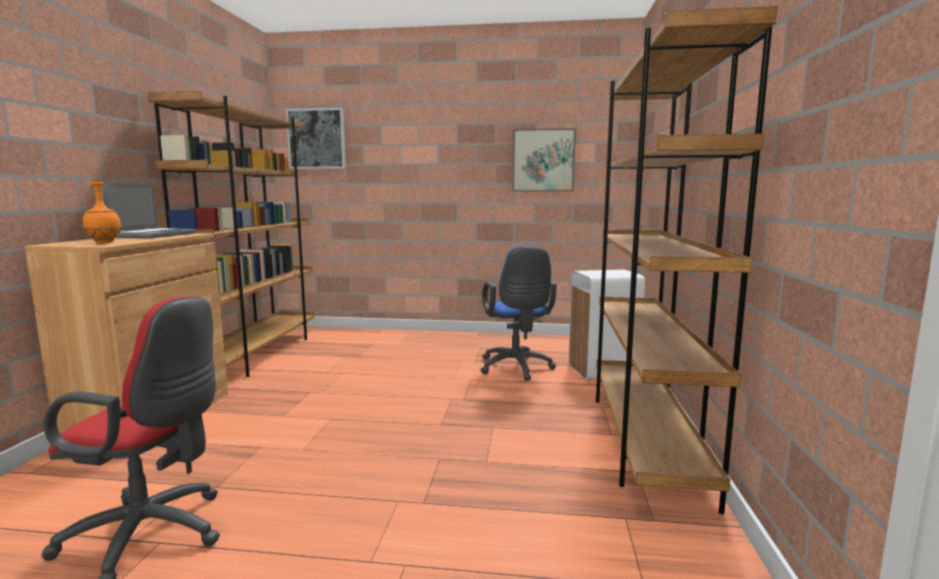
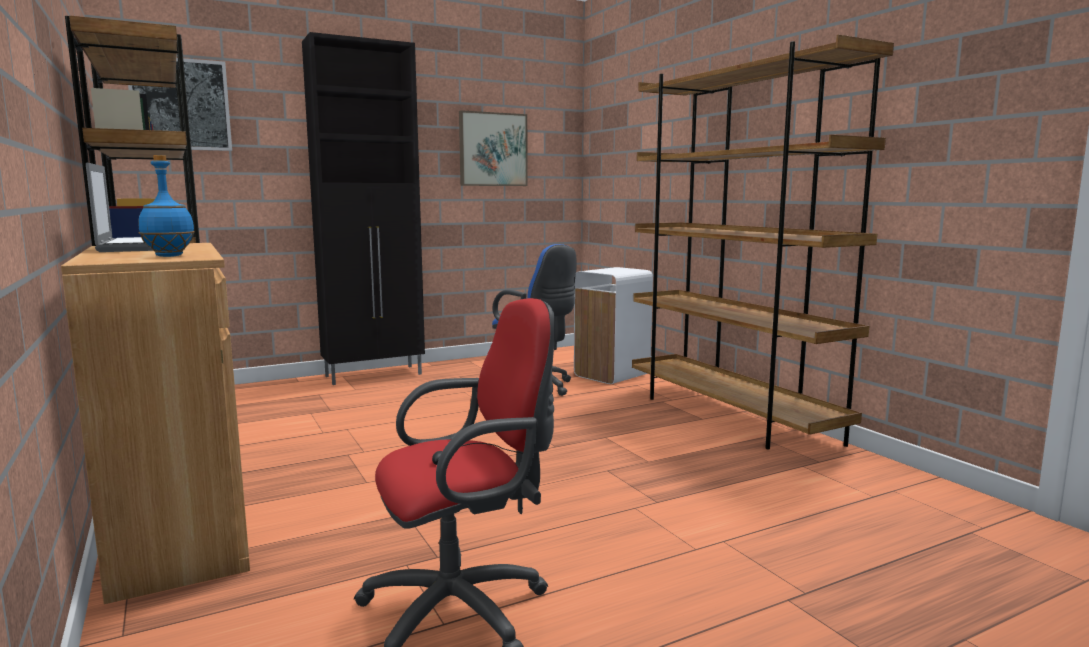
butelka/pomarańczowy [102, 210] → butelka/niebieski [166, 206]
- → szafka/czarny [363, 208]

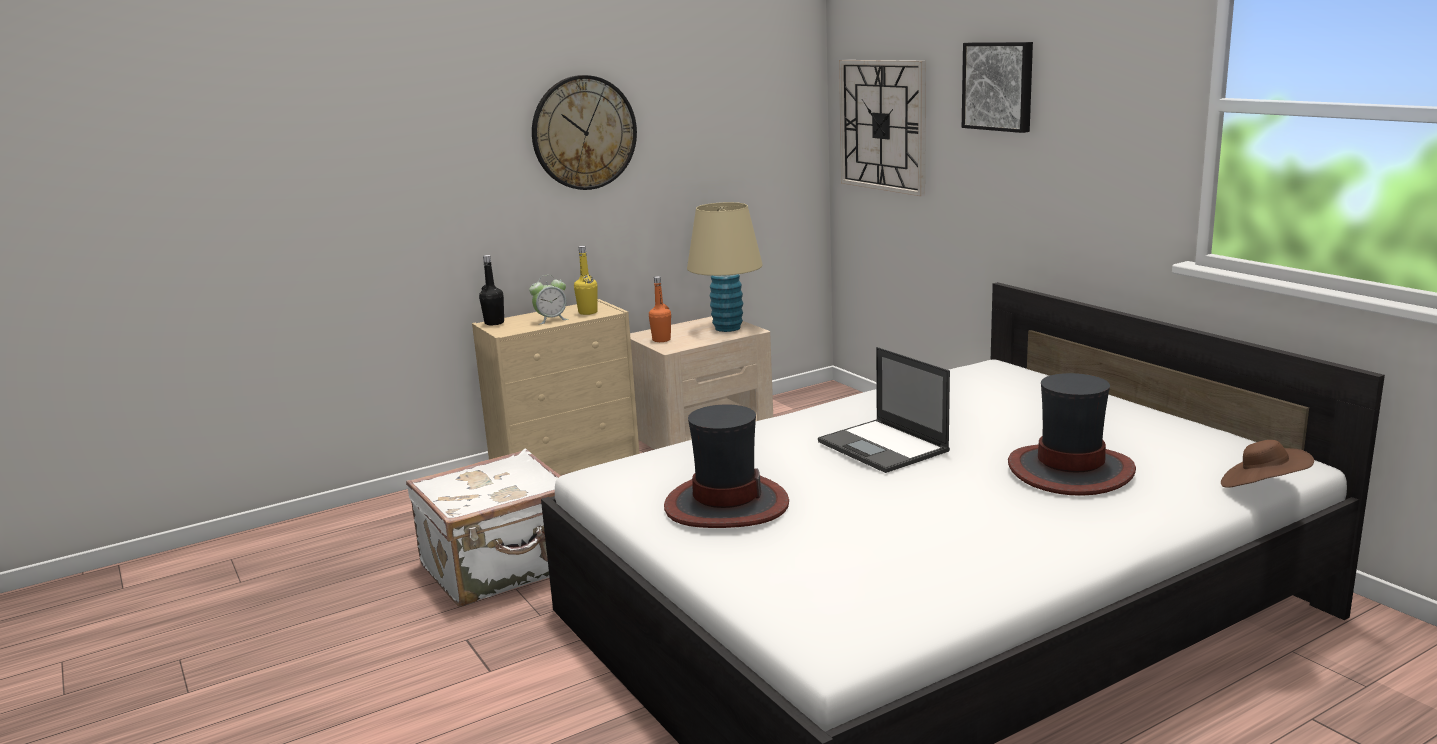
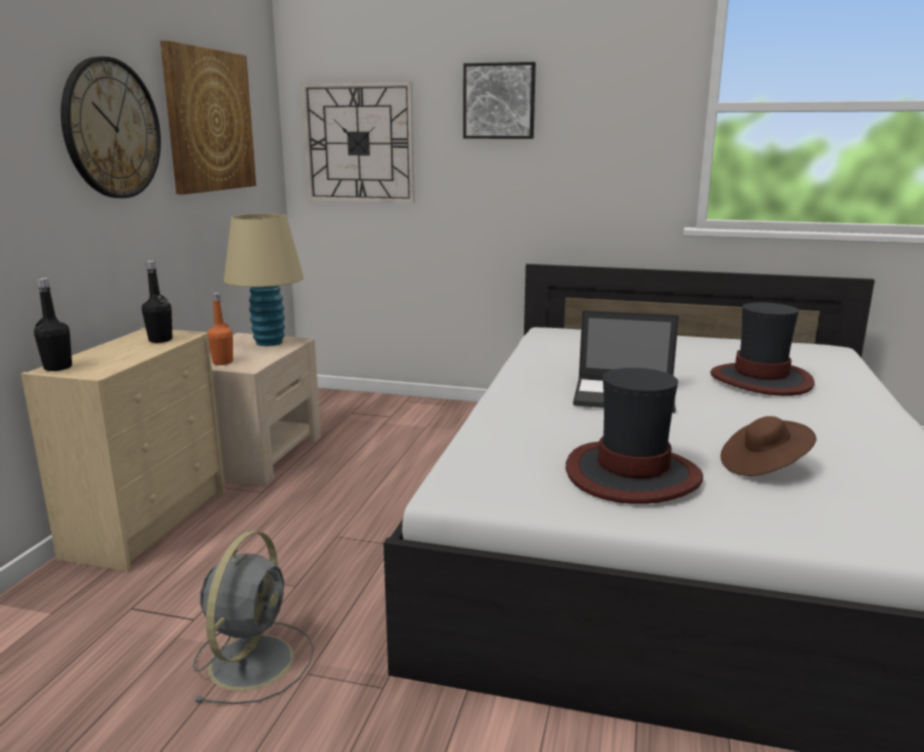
walizka/biały [483, 528] → wentylator/szary [253, 617]
budzik [549, 299] → -
butelka/żółty [586, 280] → butelka/czarny [157, 302]
kapelusz/brązowy [1267, 464] → kapelusz/brązowy [768, 446], moved
- → obraz [208, 117]

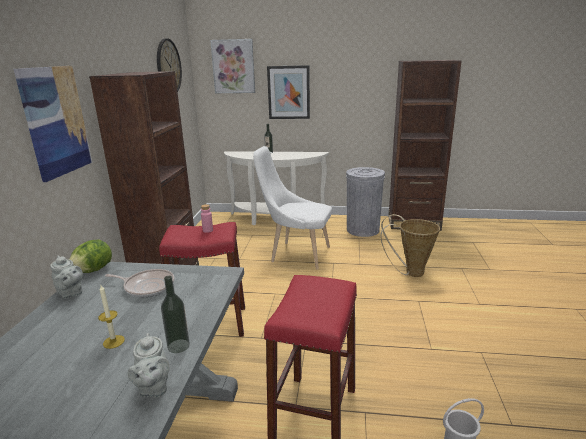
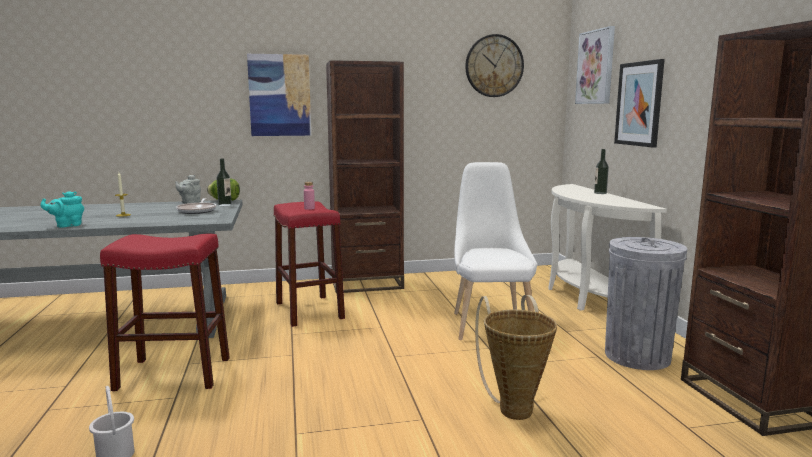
imbryk/szary [149, 365] → imbryk/turkusowy [62, 209]
butelka [175, 314] → butelka [224, 182], moved

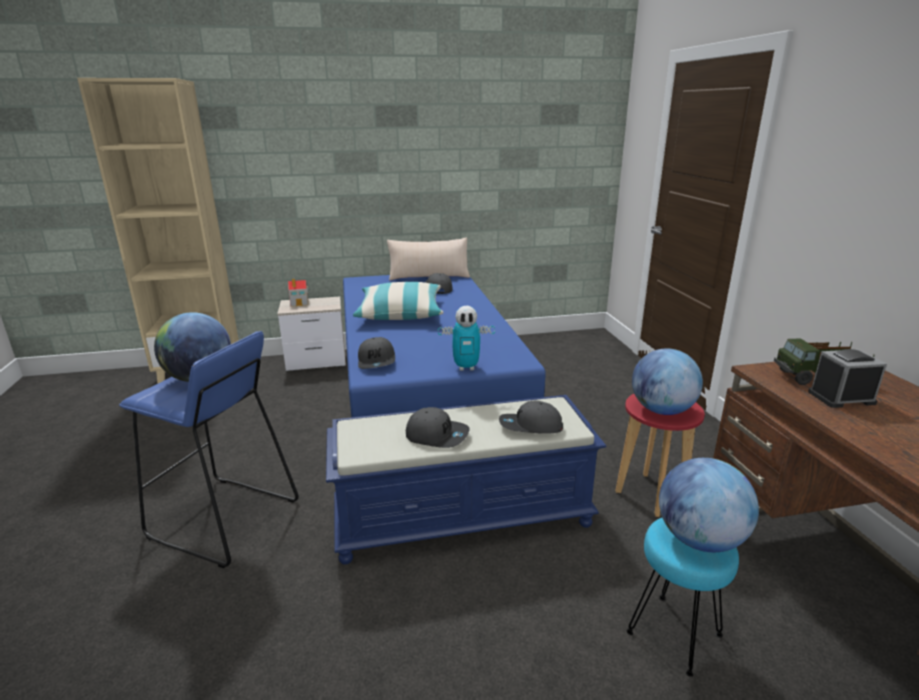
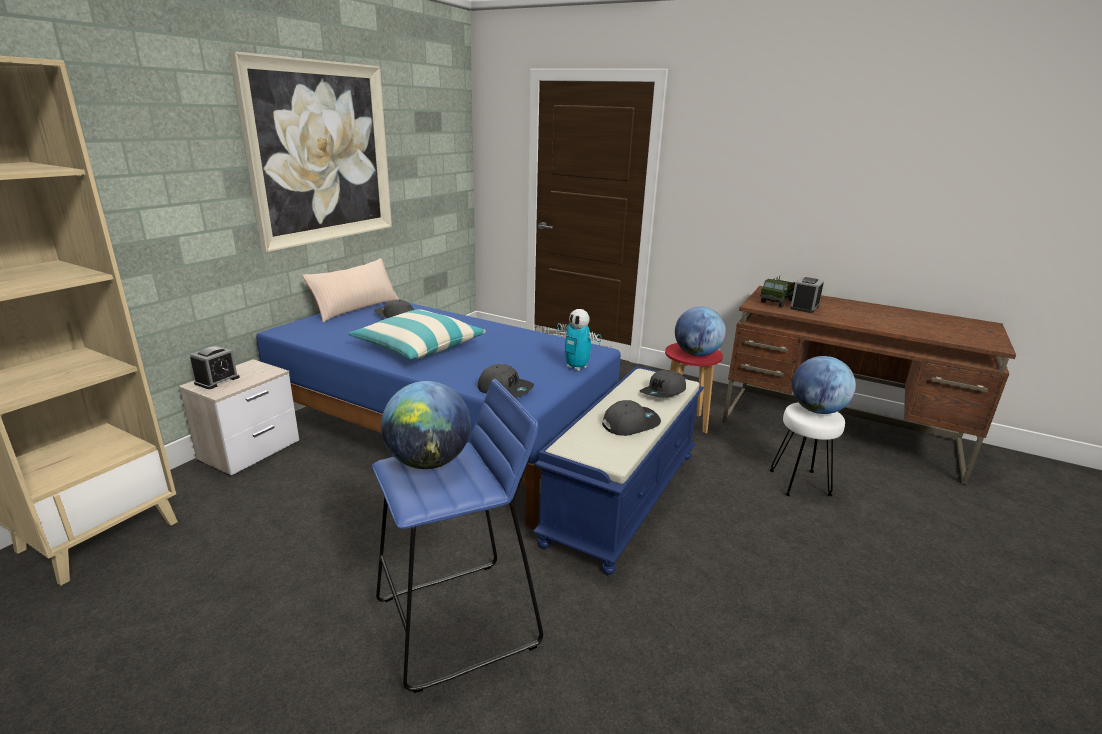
domek [298, 293] → budzik [215, 367]
robot zabawkowy [466, 338] → robot zabawkowy [579, 340], 90 degrees clockwise
stołek/turkusowy [683, 597] → stołek/biały [807, 449]
- → obraz [311, 151]

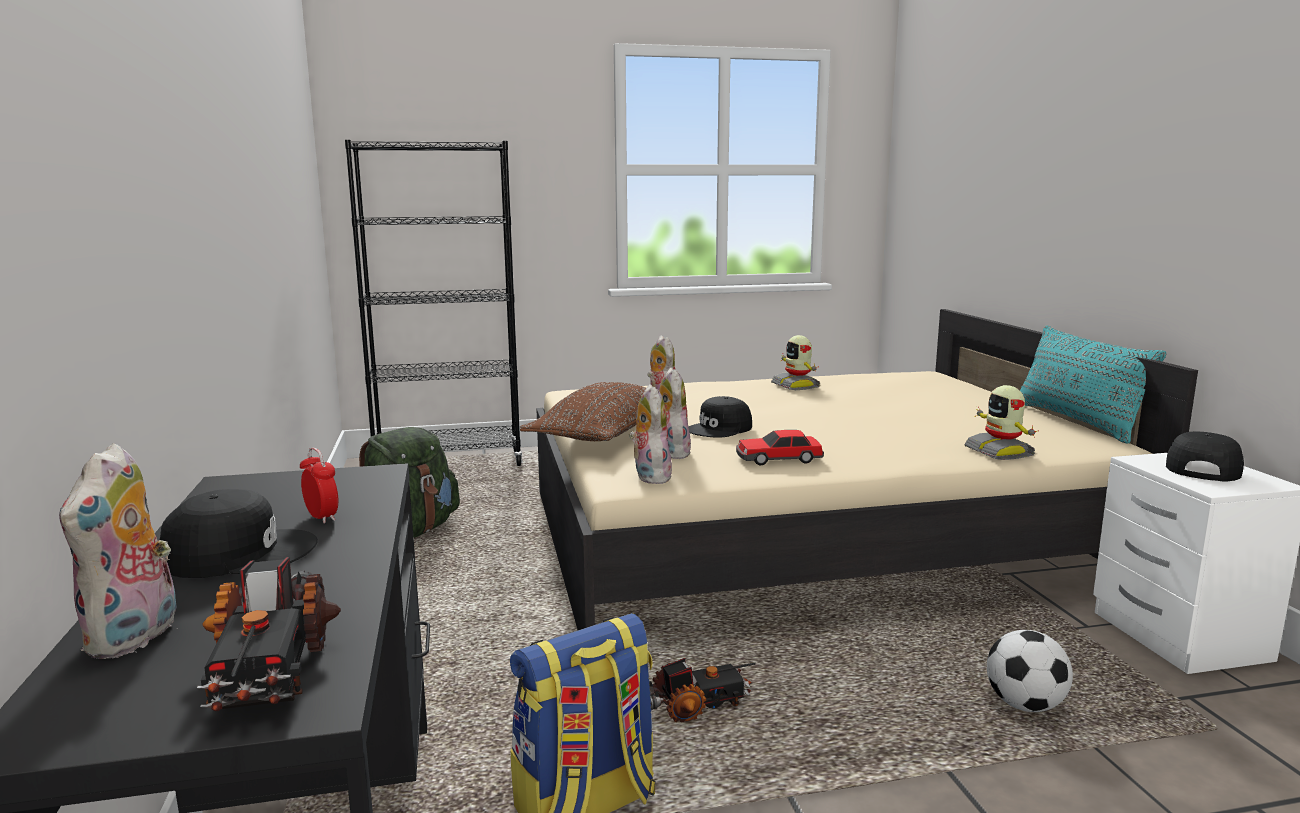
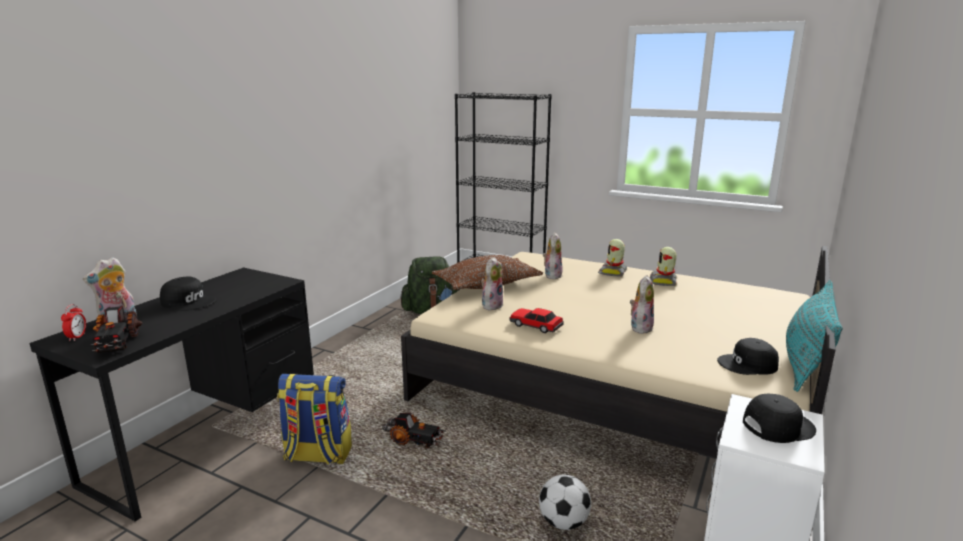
ciężarówka zabawkowa [269, 634] → ciężarówka zabawkowa [116, 329], 45 degrees counterclockwise
budzik [319, 486] → budzik [73, 322], moved
pluszak [650, 434] → pluszak [642, 304], moved
czapka z daszkiem/czarny [720, 416] → czapka z daszkiem/czarny [748, 356], moved
robot zabawkowy [1001, 422] → robot zabawkowy [612, 258], moved

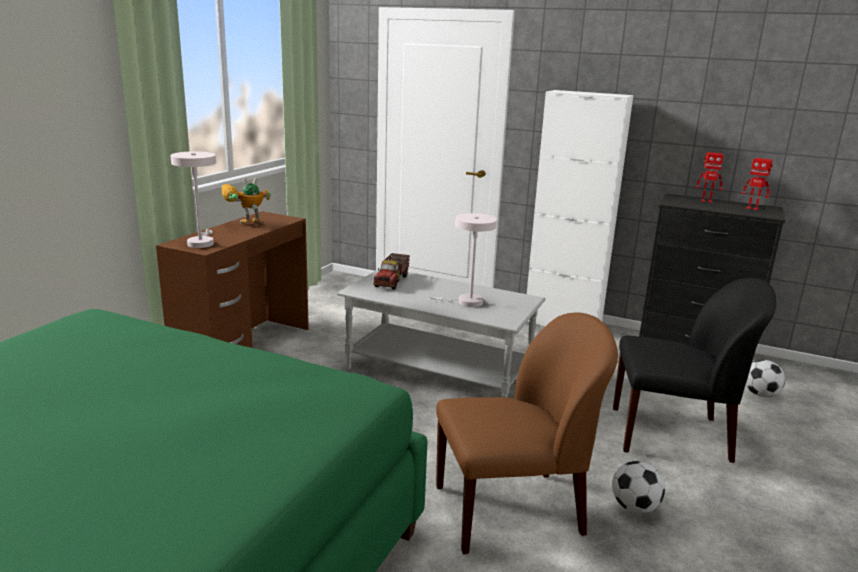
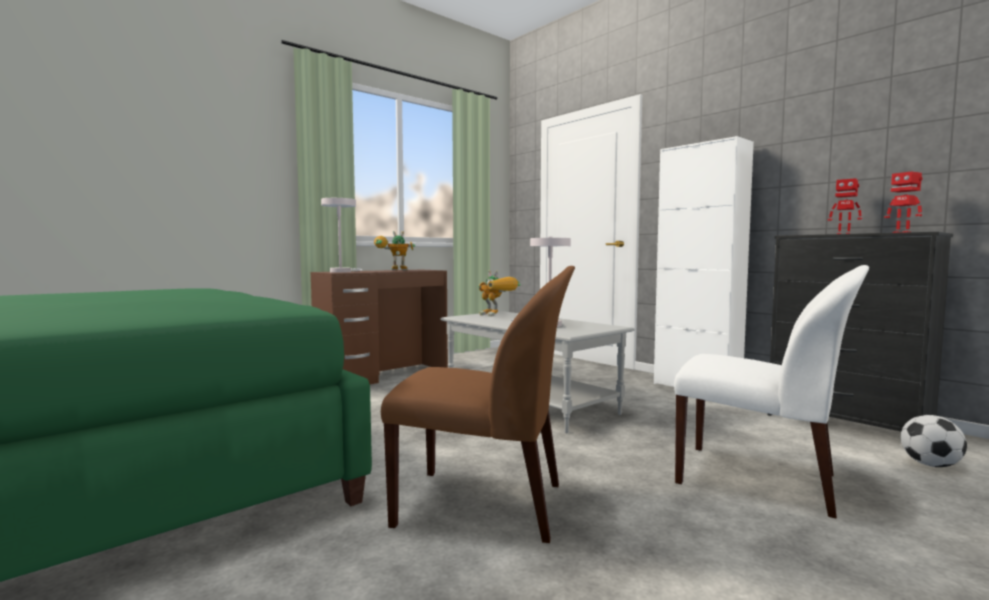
ciężarówka zabawkowa [392, 271] → robot zabawkowy [499, 293]
piłka futbolowa [638, 487] → -
krzesło/czarny [694, 370] → krzesło/biały [771, 391]

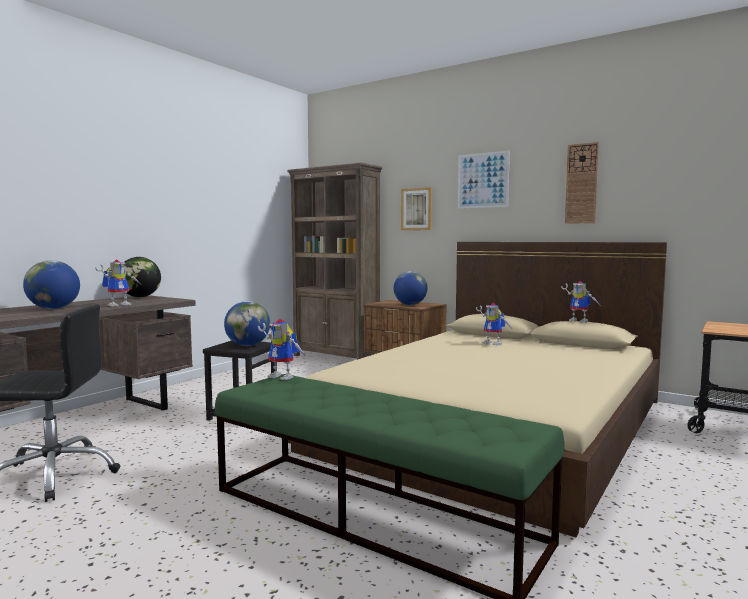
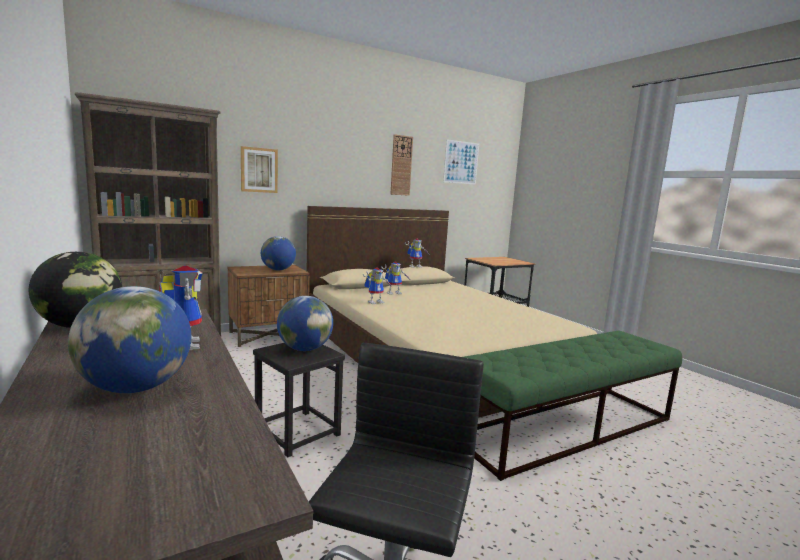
robot zabawkowy [282, 349] → robot zabawkowy [377, 285], moved
obraz [484, 180] → obraz [461, 162], moved

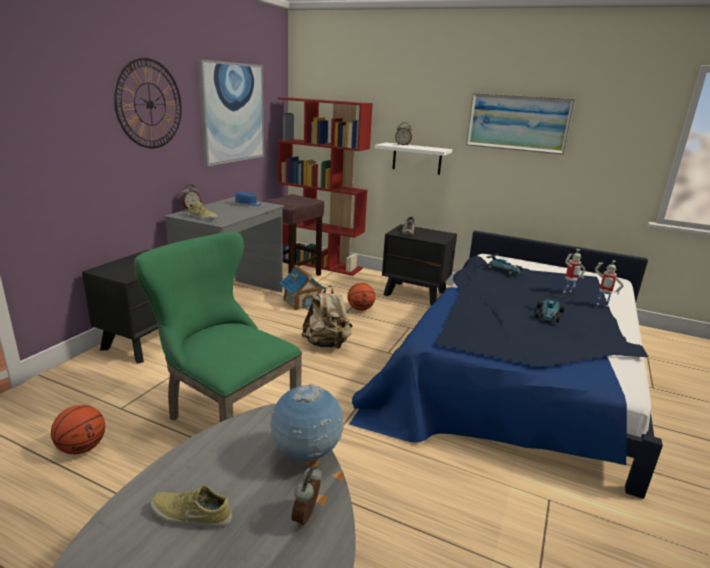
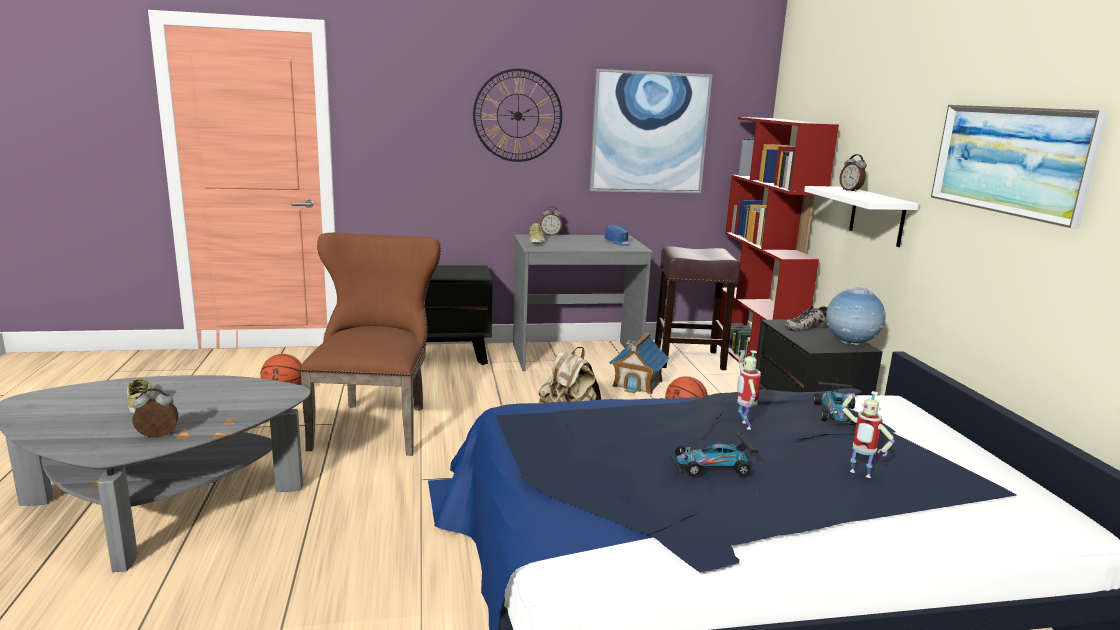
krzesło/zielony [218, 327] → krzesło/brązowy [370, 344]
globus [307, 422] → globus [856, 316], moved
robot zabawkowy [609, 283] → robot zabawkowy [749, 390], moved

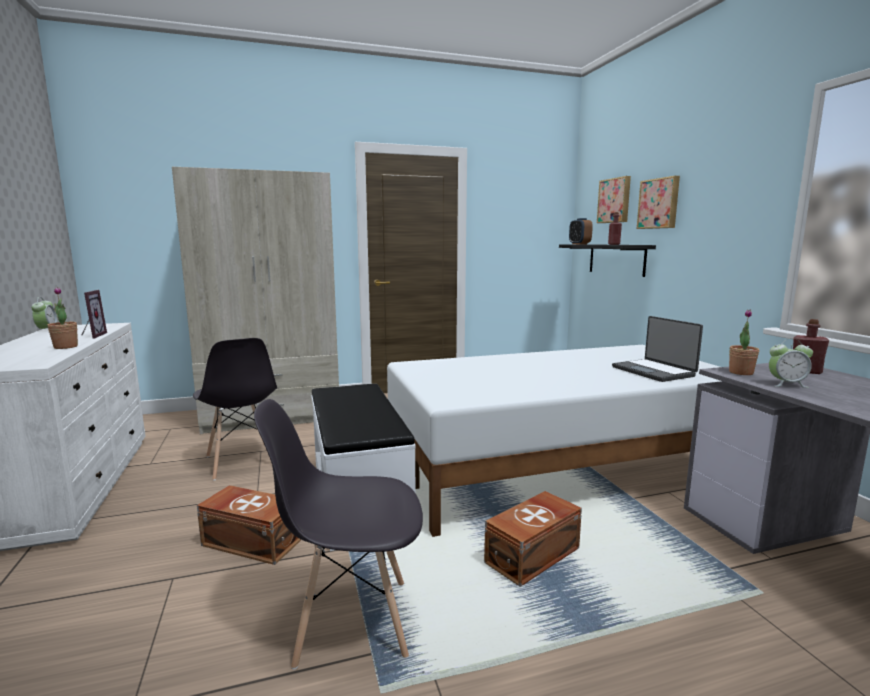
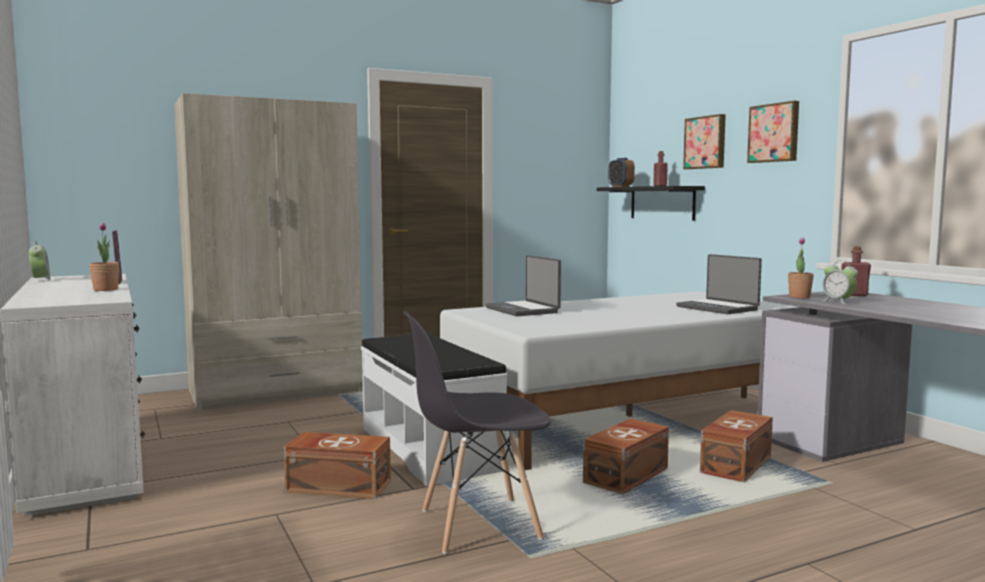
krzesło/szary [235, 409] → -
obraz [614, 199] → obraz [773, 132], moved
budzik [791, 363] → budzik [840, 282], 60 degrees clockwise
- → laptop [523, 285]
- → pojemnik do przechowywania/brązowy [736, 446]

